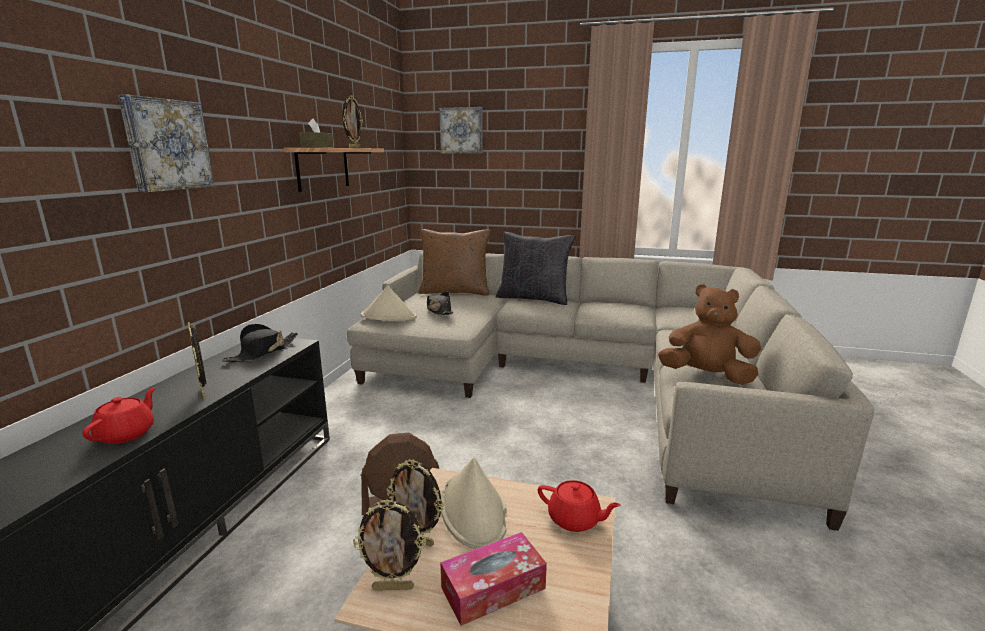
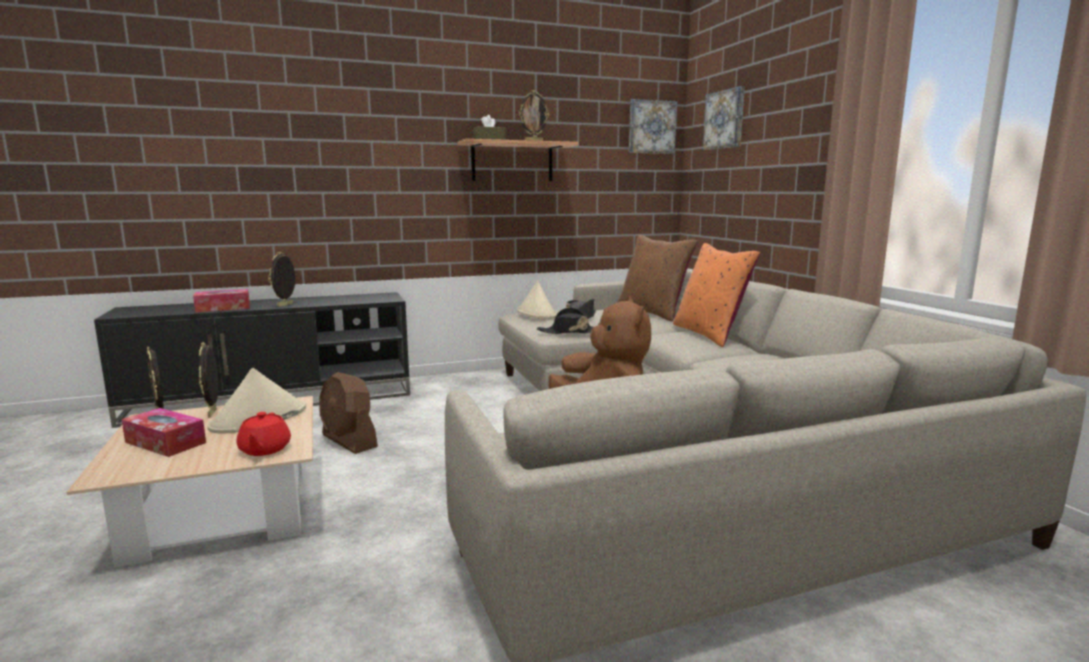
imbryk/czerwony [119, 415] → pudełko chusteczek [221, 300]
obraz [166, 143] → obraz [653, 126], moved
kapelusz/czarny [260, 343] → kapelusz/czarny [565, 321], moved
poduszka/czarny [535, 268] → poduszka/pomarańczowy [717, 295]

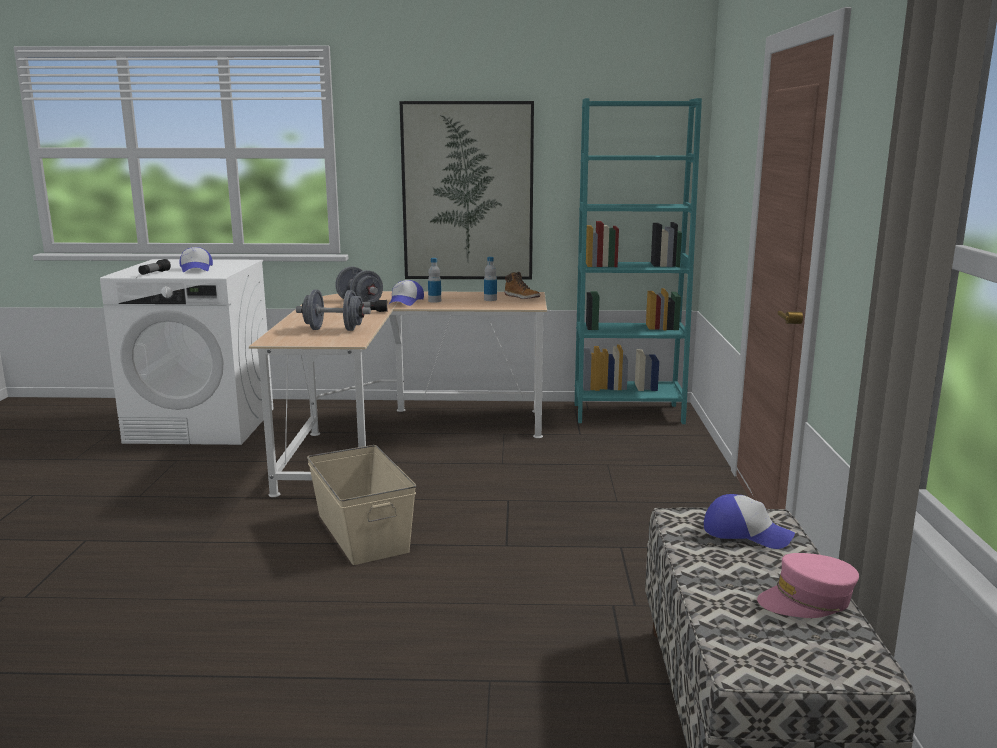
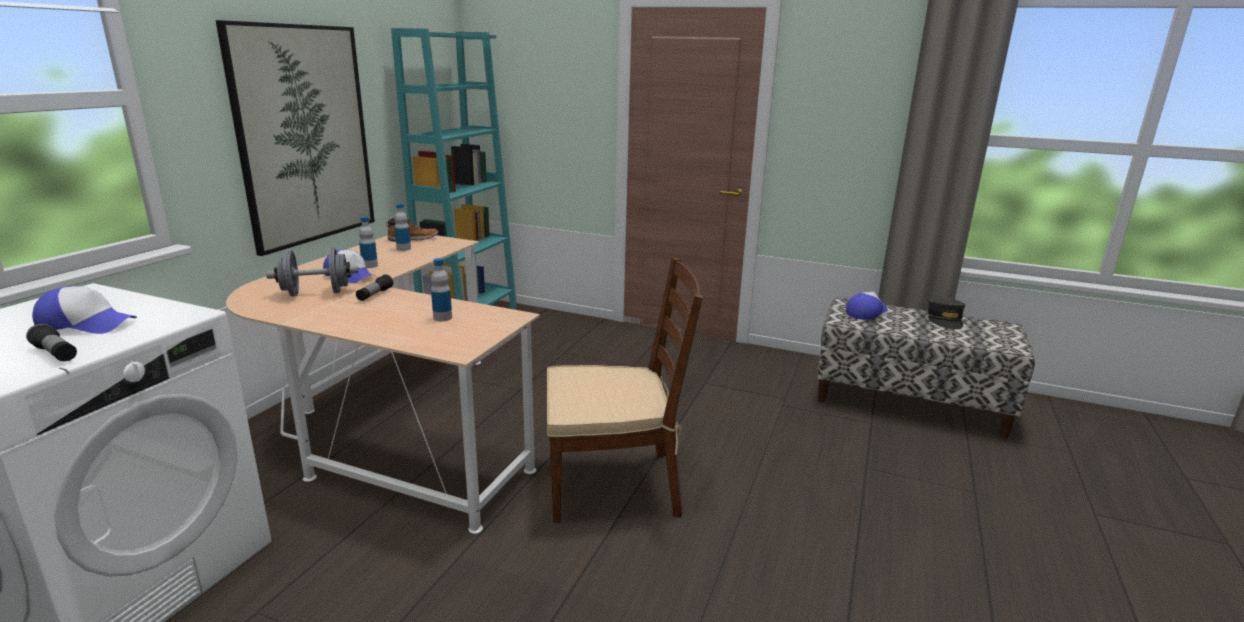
hantel/szary [333, 310] → butelka [441, 289]
pojemnik do przechowywania/beżowy [361, 505] → krzesło/brązowy [625, 390]
czapka z daszkiem/różowy [808, 585] → czapka z daszkiem/szary [946, 313]

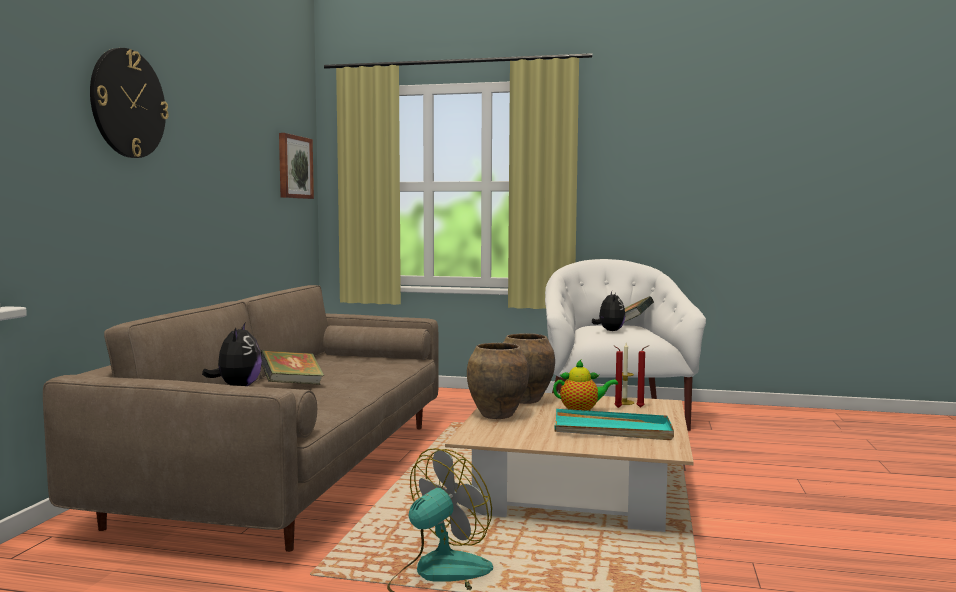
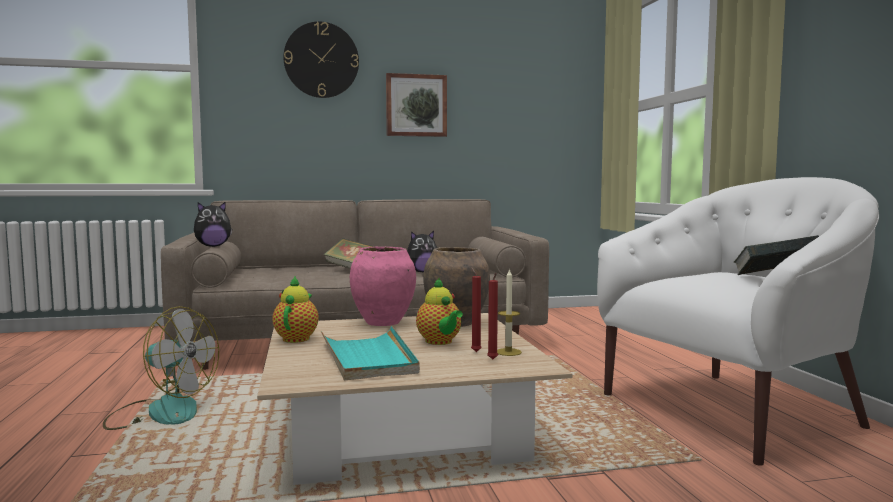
obraz [296, 166] → obraz [416, 105], moved
wazon/brązowy [498, 381] → wazon/różowy [383, 286]
pluszak [608, 311] → pluszak [422, 251], moved
- → imbryk [295, 309]

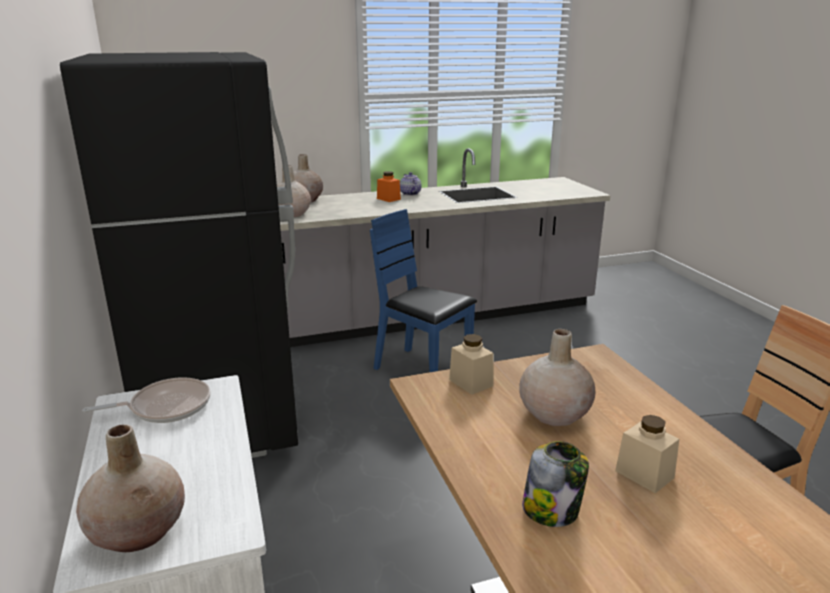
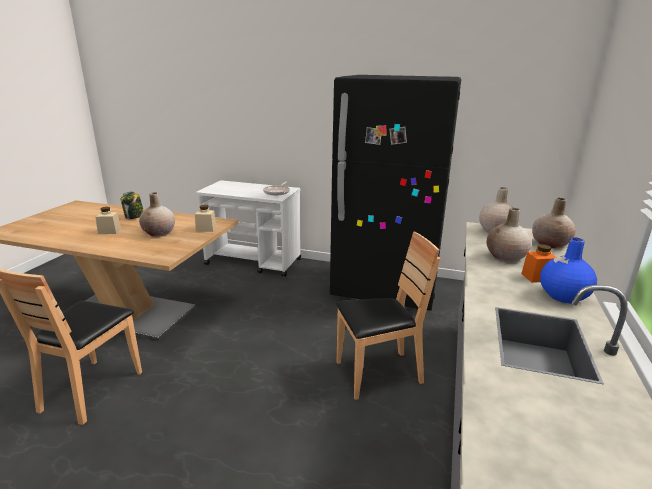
wazon/beżowy [130, 488] → wazon/beżowy [509, 235], moved
krzesło/niebieski [423, 290] → krzesło/brązowy [388, 315]
imbryk [411, 184] → wazon/niebieski [568, 271]

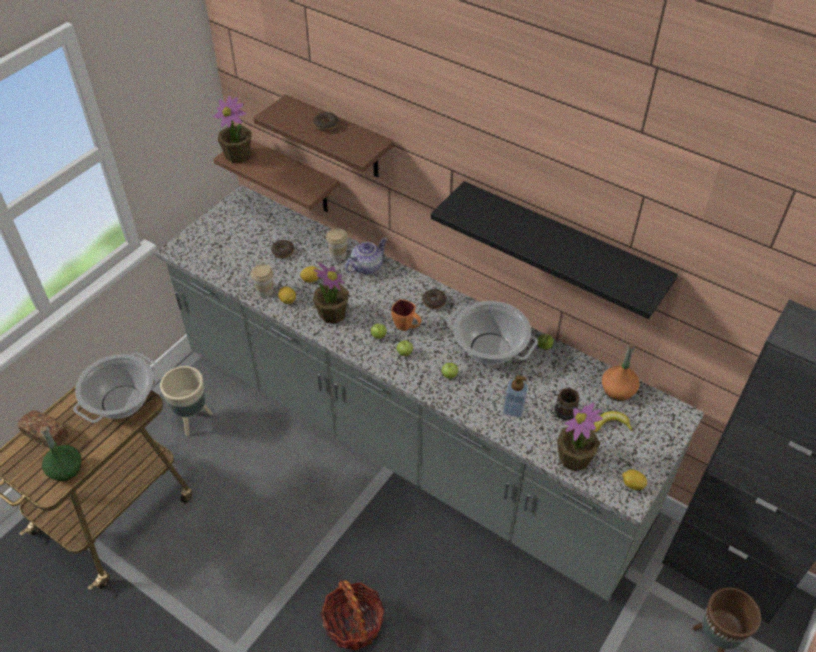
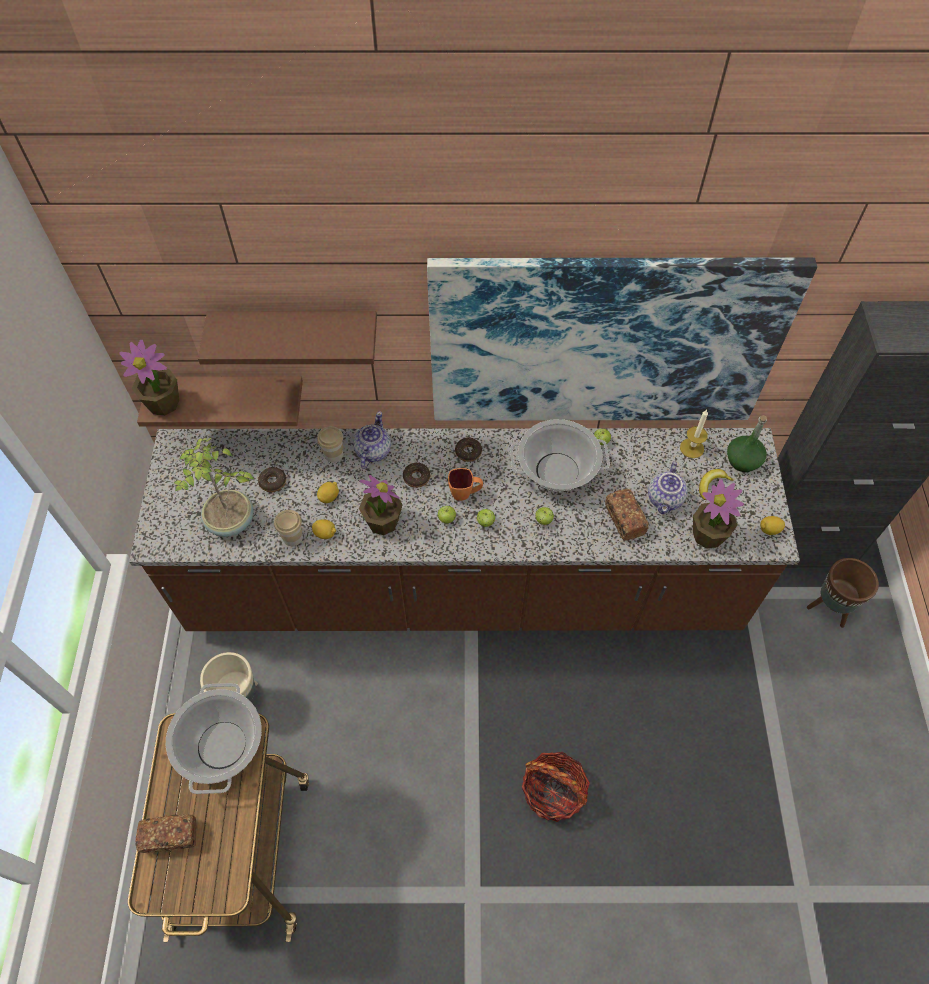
butelka/zielony [61, 453] → butelka/zielony [747, 443], moved
zabudowa kuchenna/szary [430, 393] → zabudowa kuchenna/brązowy [464, 529]
donut [326, 121] → donut [416, 475], moved
półka/czarny [554, 250] → obraz [622, 339]
dozownik mydła [515, 396] → chleb [627, 515]
kubek/brązowy [565, 404] → imbryk [667, 487]
butelka/pomarańczowy [621, 372] → świeca [694, 434]
- → roślina doniczkowa [214, 487]

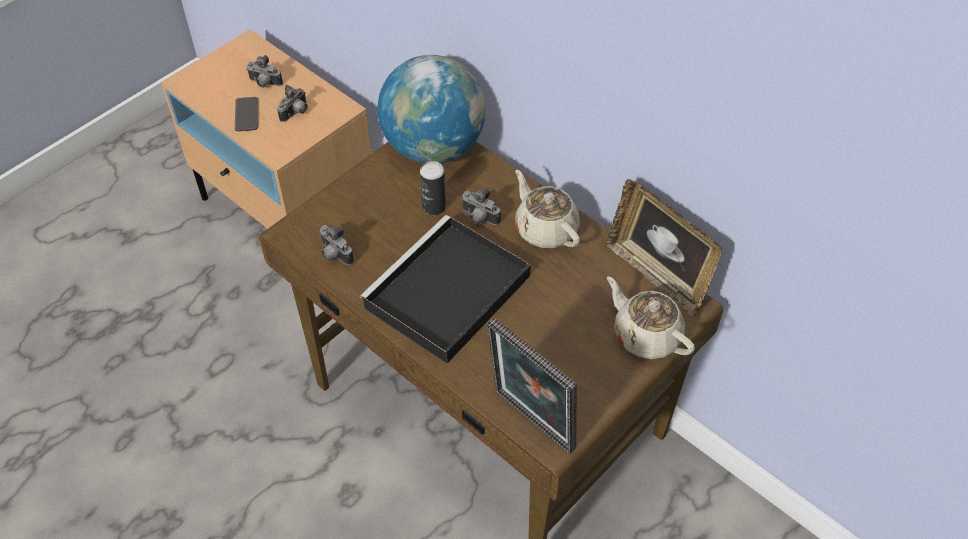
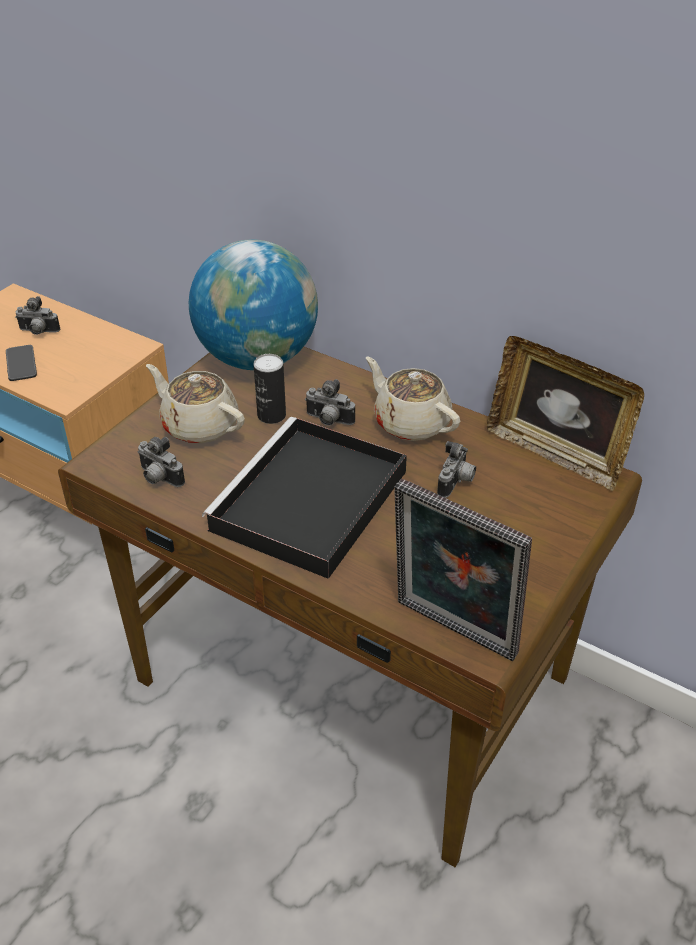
aparat fotograficzny [292, 103] → aparat fotograficzny [456, 469], moved
imbryk/beżowy [651, 317] → imbryk/beżowy [195, 403], moved

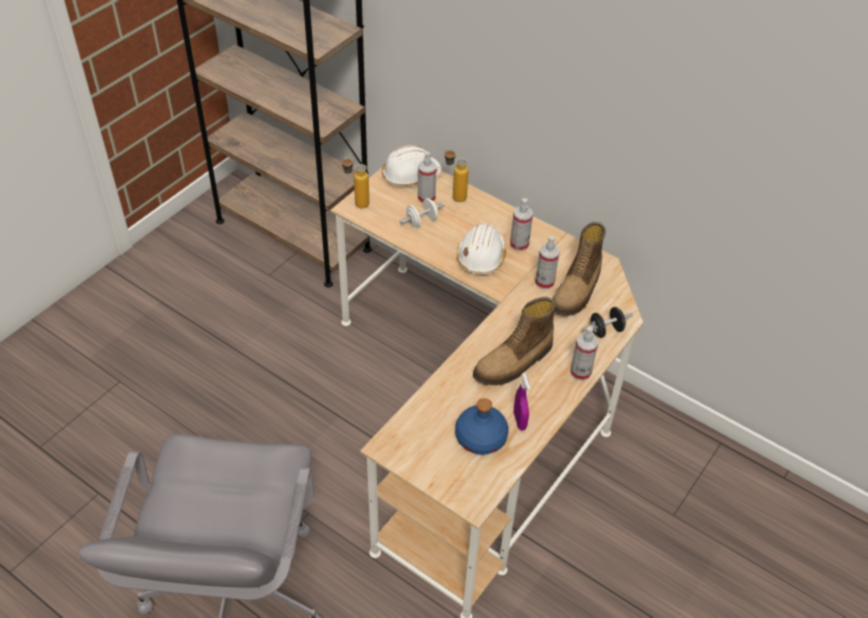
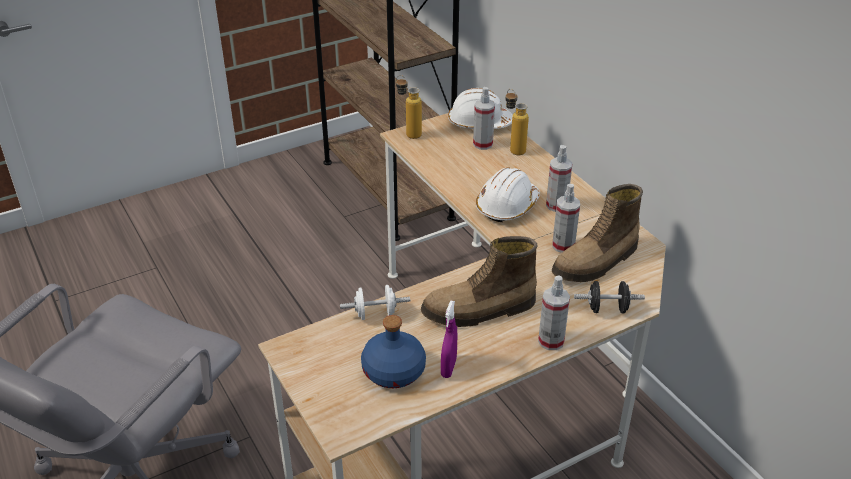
hantel/biały [422, 213] → hantel/biały [375, 302], moved

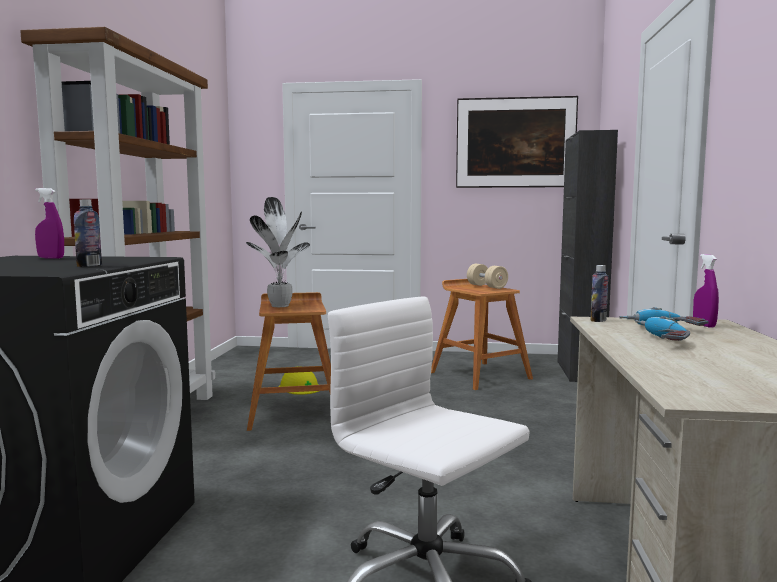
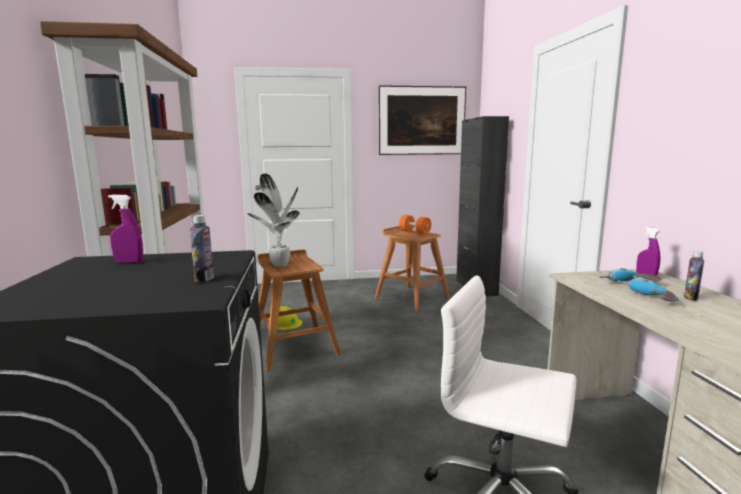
hantel/beżowy [487, 276] → hantel/pomarańczowy [415, 224]
butelka [599, 293] → butelka [694, 276], moved

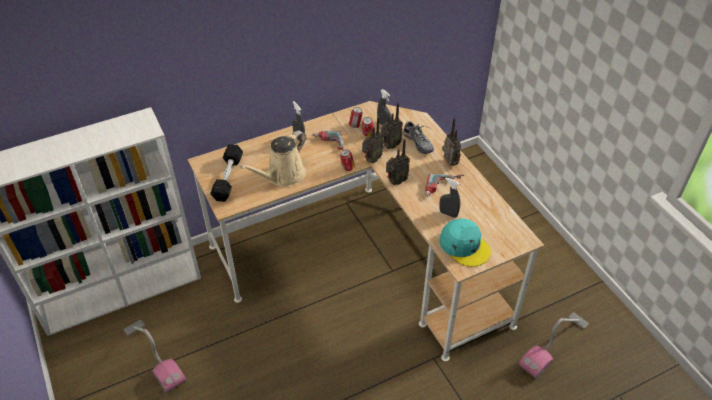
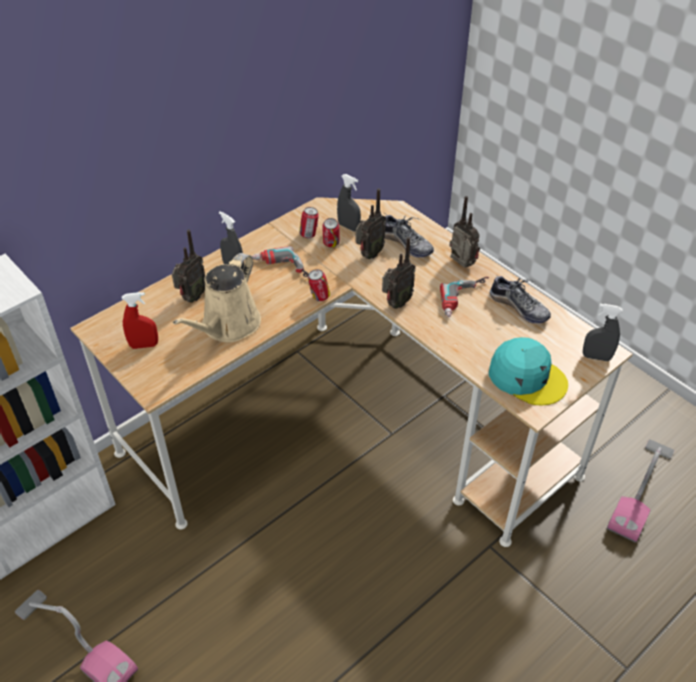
hantel/czarny [226, 173] → spryskiwacz/czerwony [140, 320]
radio [373, 139] → radio [188, 266], moved
spryskiwacz/szary [449, 198] → spryskiwacz/szary [603, 333], moved
- → but [520, 299]

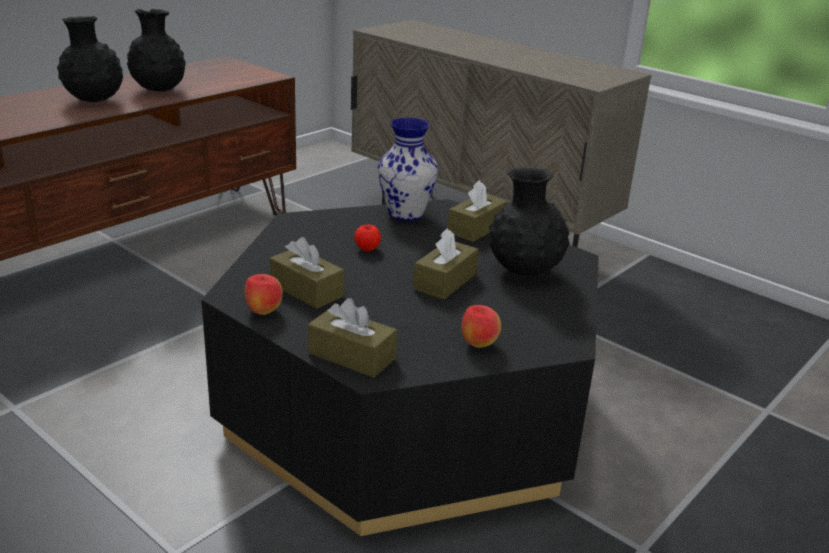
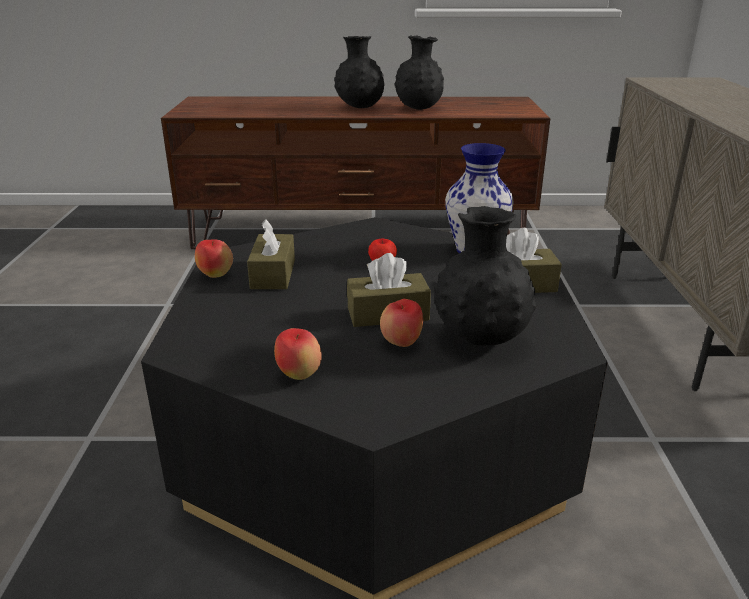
pudełko chusteczek/brązowy [352, 338] → -
- → jabłko [401, 323]

